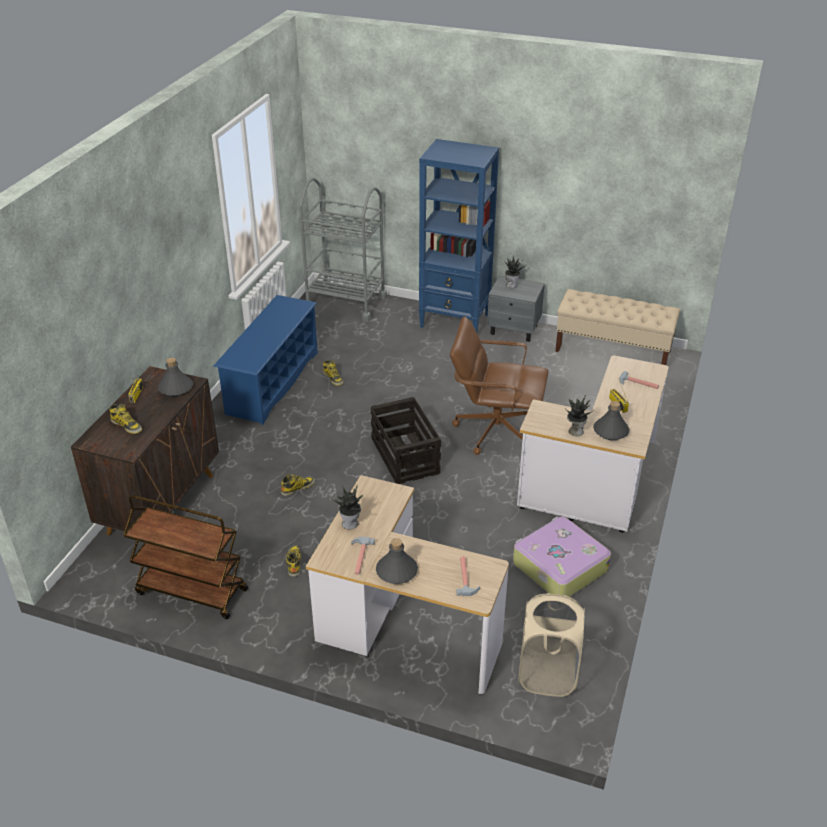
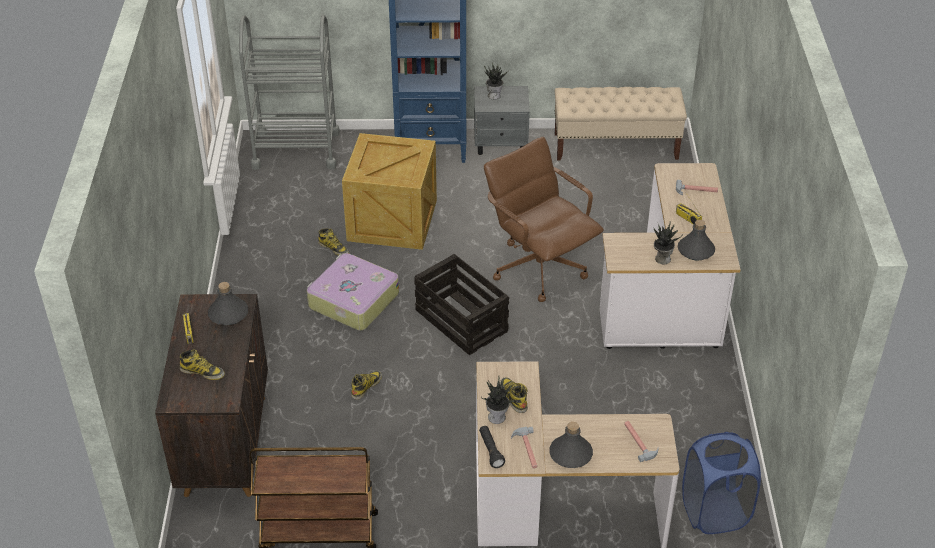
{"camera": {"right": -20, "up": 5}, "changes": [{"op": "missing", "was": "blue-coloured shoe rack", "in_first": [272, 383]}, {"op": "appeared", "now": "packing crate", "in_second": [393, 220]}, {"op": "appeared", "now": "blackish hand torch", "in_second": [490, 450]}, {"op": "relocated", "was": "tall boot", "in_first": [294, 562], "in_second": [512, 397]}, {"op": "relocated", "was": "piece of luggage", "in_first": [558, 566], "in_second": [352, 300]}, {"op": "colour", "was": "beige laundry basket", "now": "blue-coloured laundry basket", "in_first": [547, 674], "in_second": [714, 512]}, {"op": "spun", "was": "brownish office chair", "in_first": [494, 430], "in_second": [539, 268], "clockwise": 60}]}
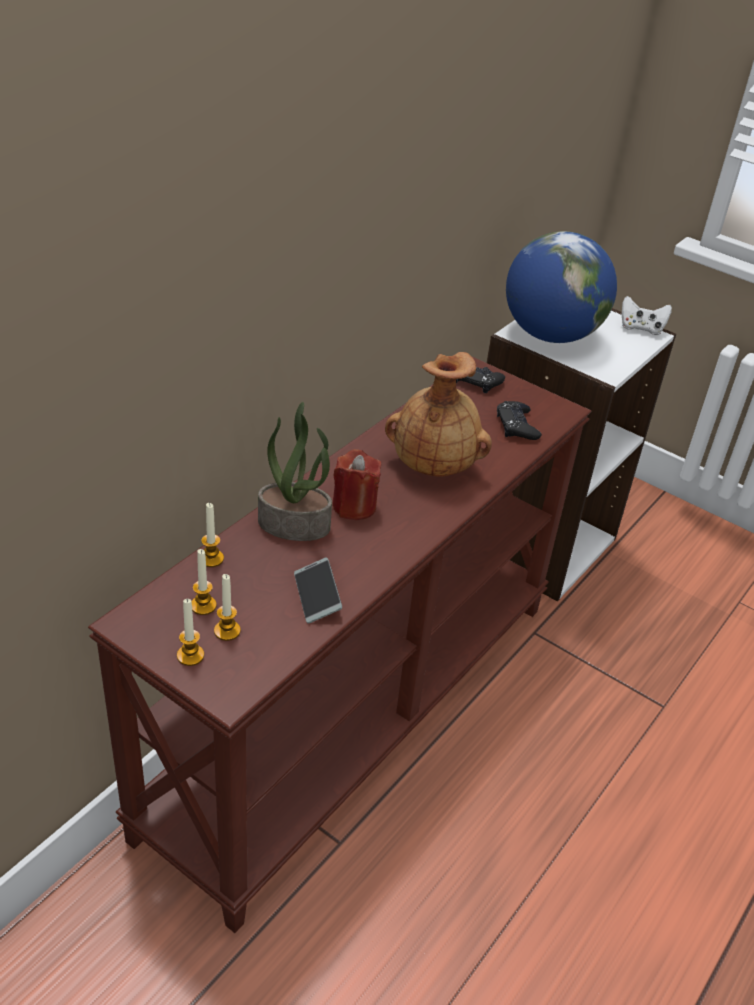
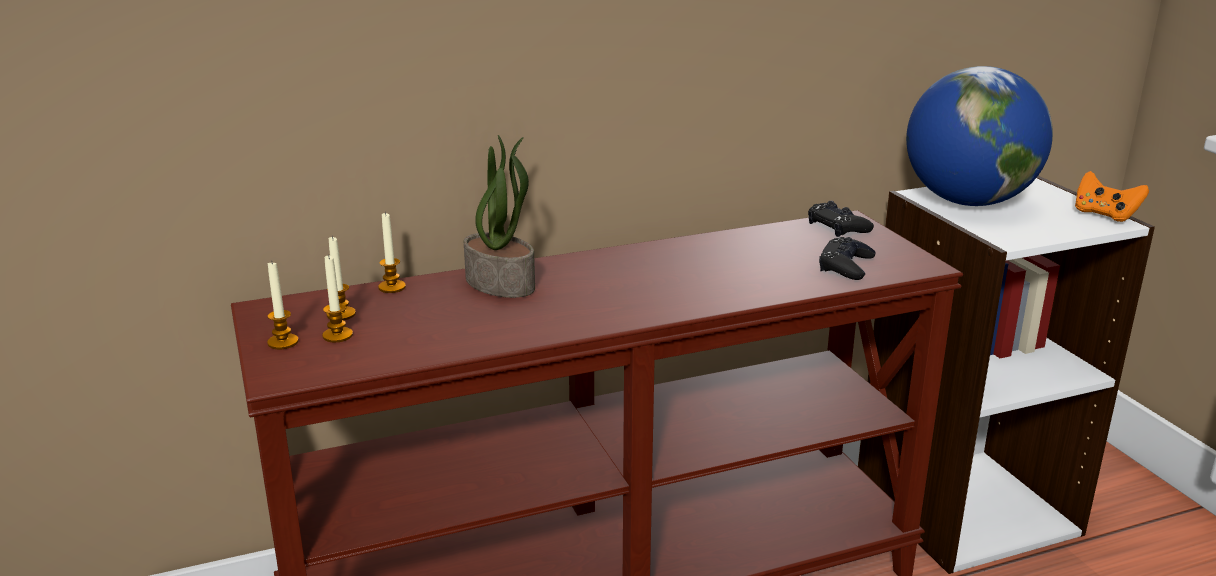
{"camera": {"right": 35, "up": -15}, "changes": [{"op": "missing", "was": "telephone", "in_first": [317, 596]}, {"op": "missing", "was": "reddish wax candle", "in_first": [354, 506]}, {"op": "missing", "was": "brownish decorative vase", "in_first": [434, 465]}, {"op": "colour", "was": "white gamepad", "now": "orange-coloured gamepad", "in_first": [641, 328], "in_second": [1104, 214]}]}
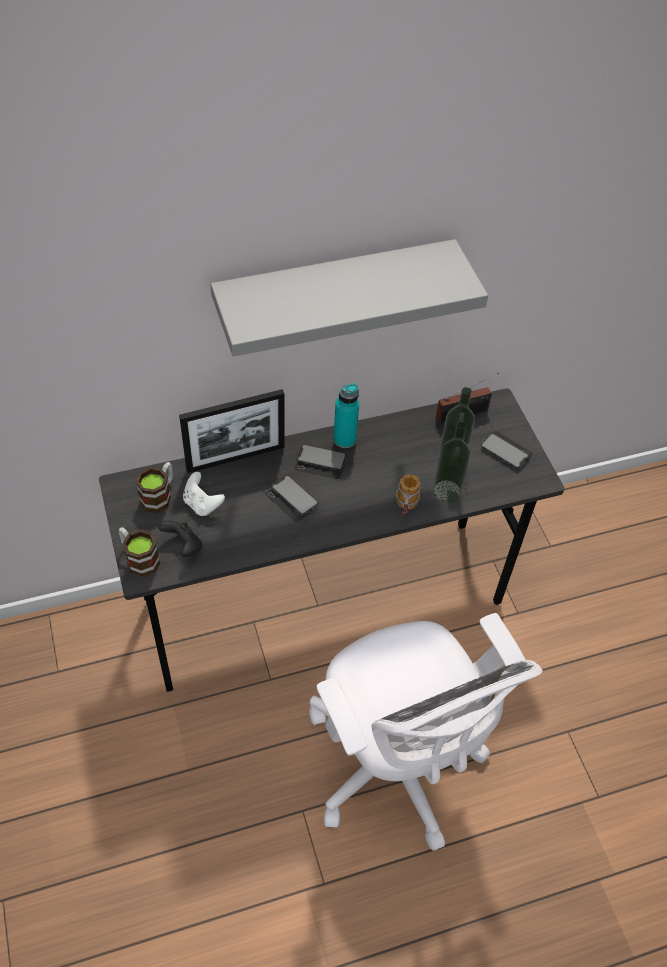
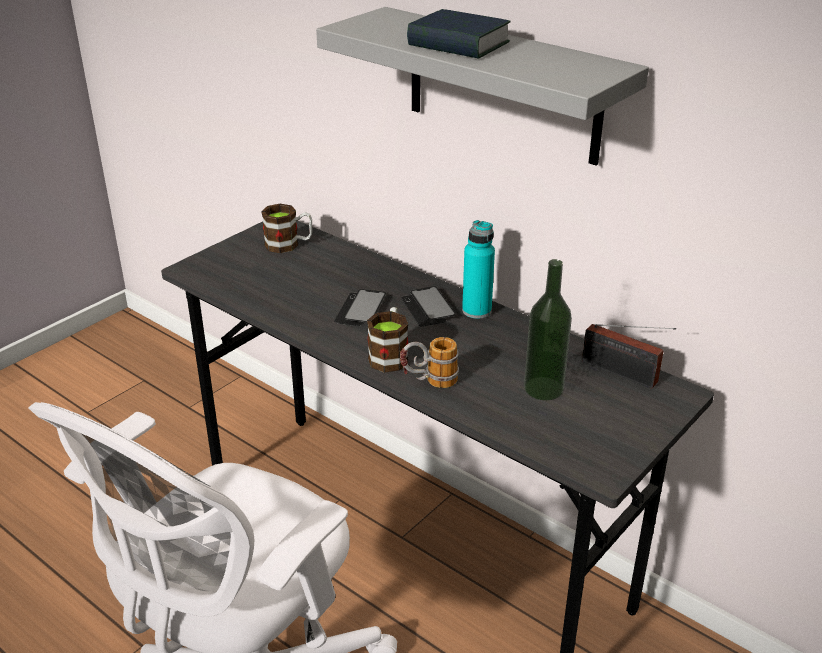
{"camera": {"right": 60, "up": -20}, "changes": [{"op": "missing", "was": "blackish gamepad", "in_first": [184, 546]}, {"op": "missing", "was": "picture frame", "in_first": [235, 458]}, {"op": "missing", "was": "white gamepad", "in_first": [202, 504]}, {"op": "missing", "was": "beverage bottle", "in_first": [447, 491]}, {"op": "missing", "was": "telephone", "in_first": [506, 450]}, {"op": "appeared", "now": "bound book", "in_second": [458, 44]}, {"op": "relocated", "was": "mug", "in_first": [138, 558], "in_second": [389, 355]}]}
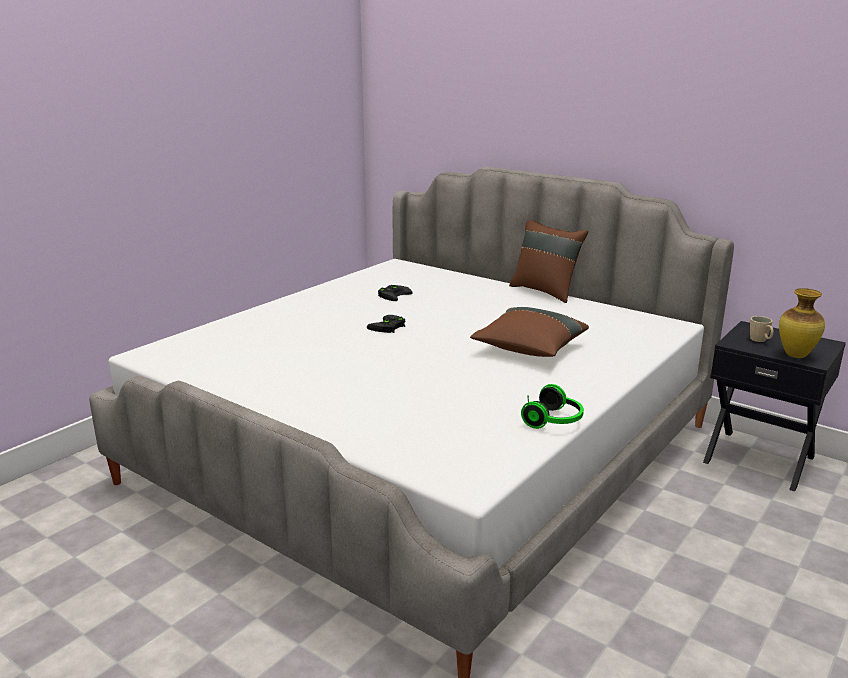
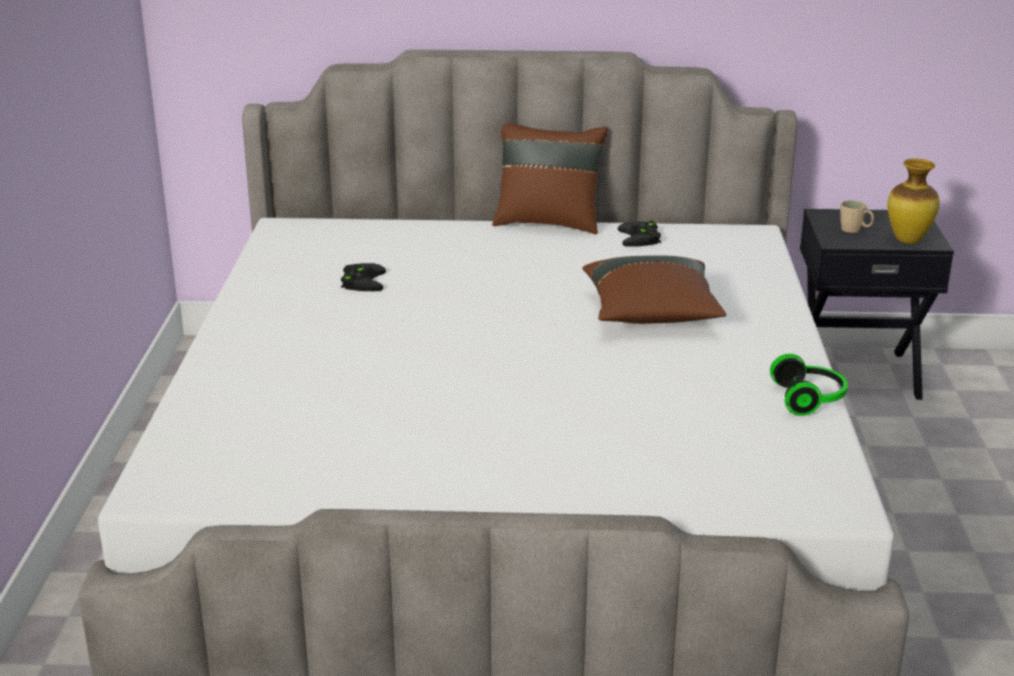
{"camera": {"right": -35, "up": 5}, "changes": [{"op": "relocated", "was": "blackish gamepad", "in_first": [388, 327], "in_second": [641, 238]}]}
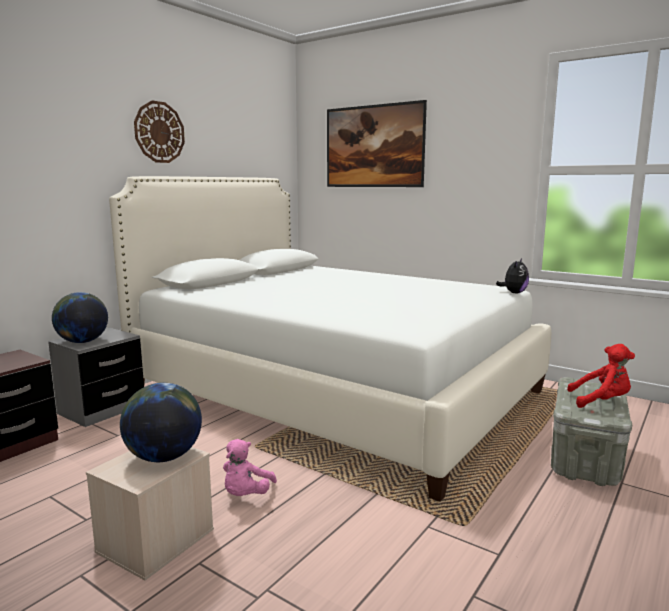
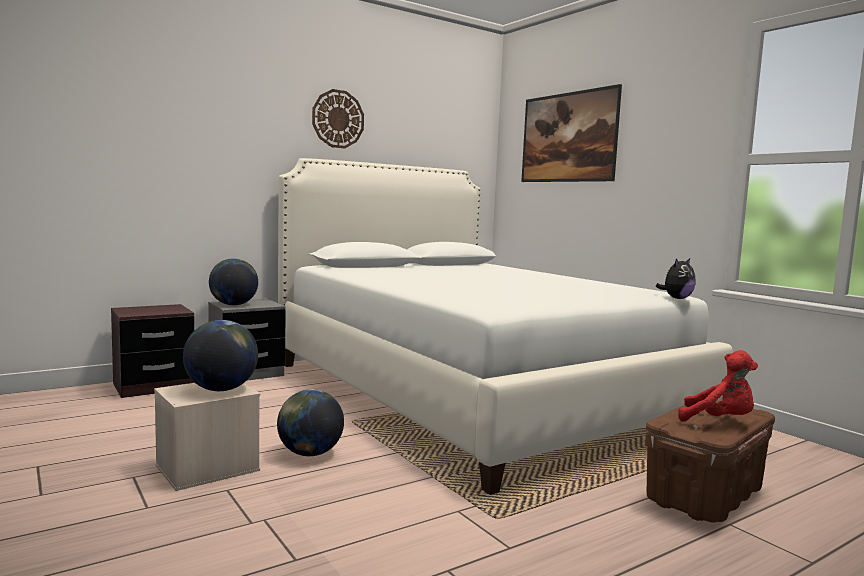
{"camera": {"right": 20, "up": -5}, "changes": [{"op": "exchanged", "was": "pinkish plush toy", "now": "world globe", "in_first": [246, 495], "in_second": [309, 453]}, {"op": "colour", "was": "gray storage container", "now": "brownish storage container", "in_first": [585, 460], "in_second": [704, 496]}]}
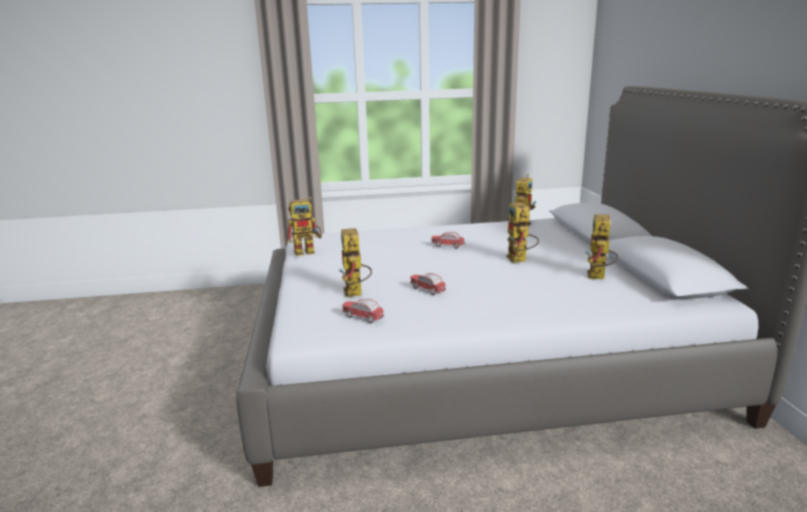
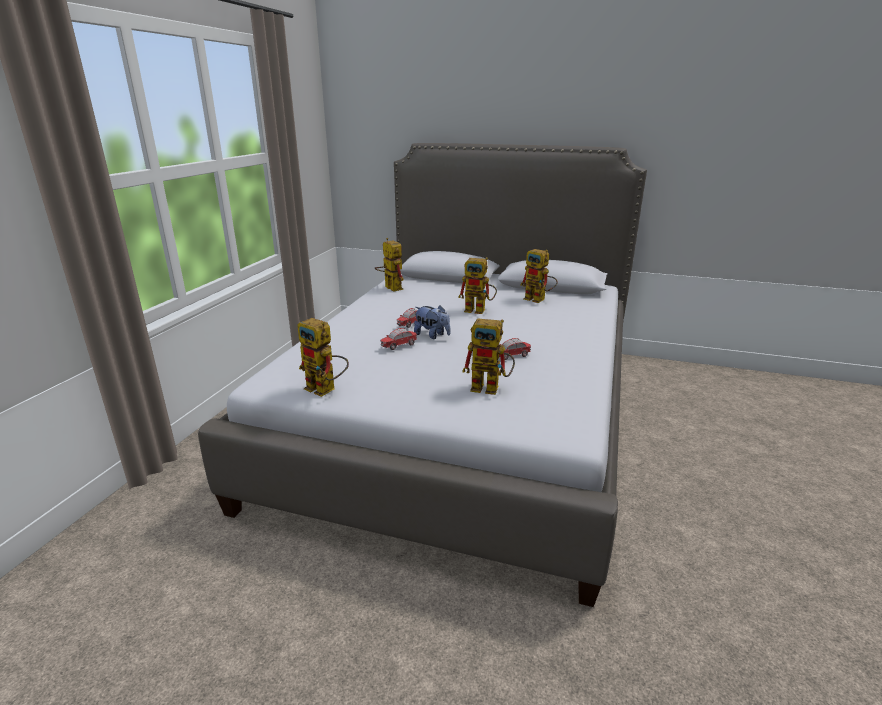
{"camera": {"right": -65, "up": 5}, "changes": [{"op": "appeared", "now": "plush toy", "in_second": [432, 335]}, {"op": "relocated", "was": "model car", "in_first": [363, 318], "in_second": [399, 346]}, {"op": "spun", "was": "toy robot", "in_first": [308, 251], "in_second": [326, 390], "clockwise": 120}]}
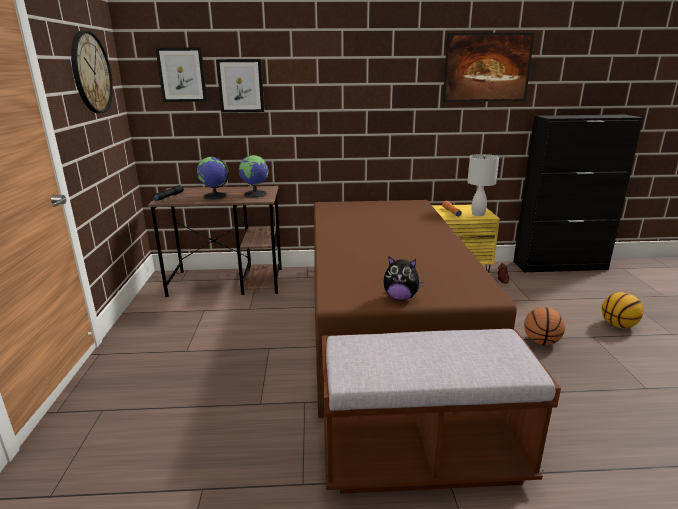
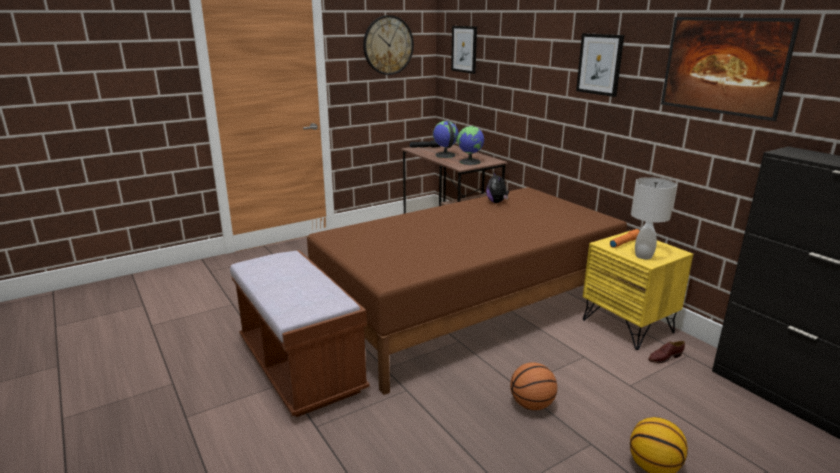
{"camera": {"right": 60, "up": 0}, "changes": [{"op": "relocated", "was": "wall picture", "in_first": [241, 86], "in_second": [599, 64]}, {"op": "relocated", "was": "plush toy", "in_first": [401, 297], "in_second": [497, 202]}]}
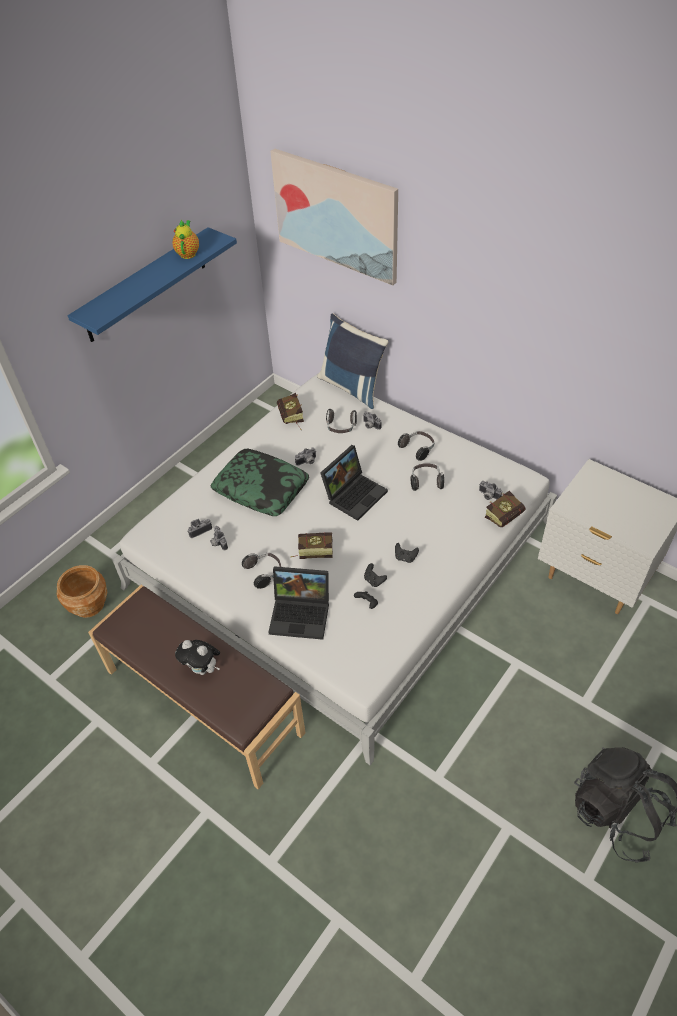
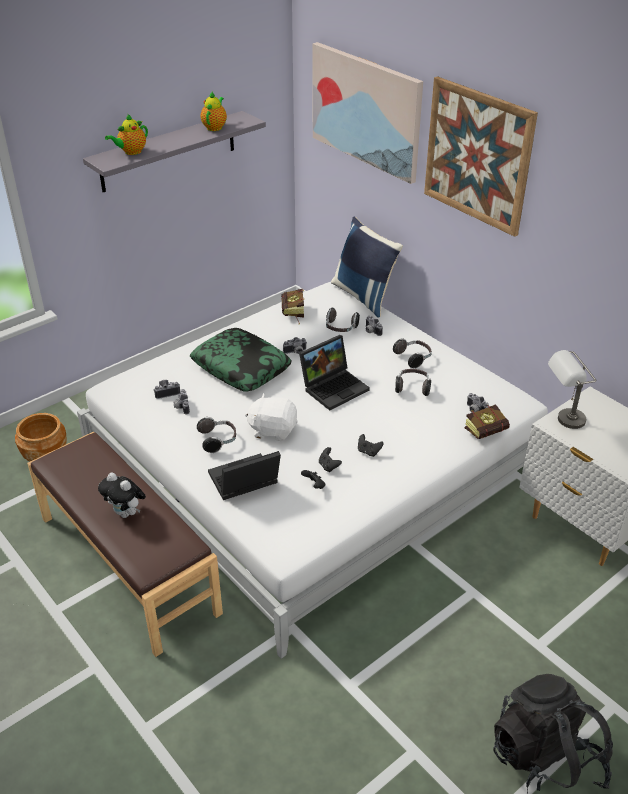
{"camera": {"right": 10, "up": -10}, "changes": [{"op": "appeared", "now": "tea pot", "in_second": [131, 152]}, {"op": "appeared", "now": "wall picture", "in_second": [477, 155]}, {"op": "appeared", "now": "gray lamp for a table", "in_second": [563, 422]}, {"op": "exchanged", "was": "bound book", "now": "white plush toy", "in_first": [311, 551], "in_second": [273, 429]}, {"op": "colour", "was": "blue-coloured wall shelf", "now": "gray wall shelf", "in_first": [146, 285], "in_second": [168, 151]}, {"op": "spun", "was": "notebook computer", "in_first": [302, 614], "in_second": [243, 482], "clockwise": 135}]}
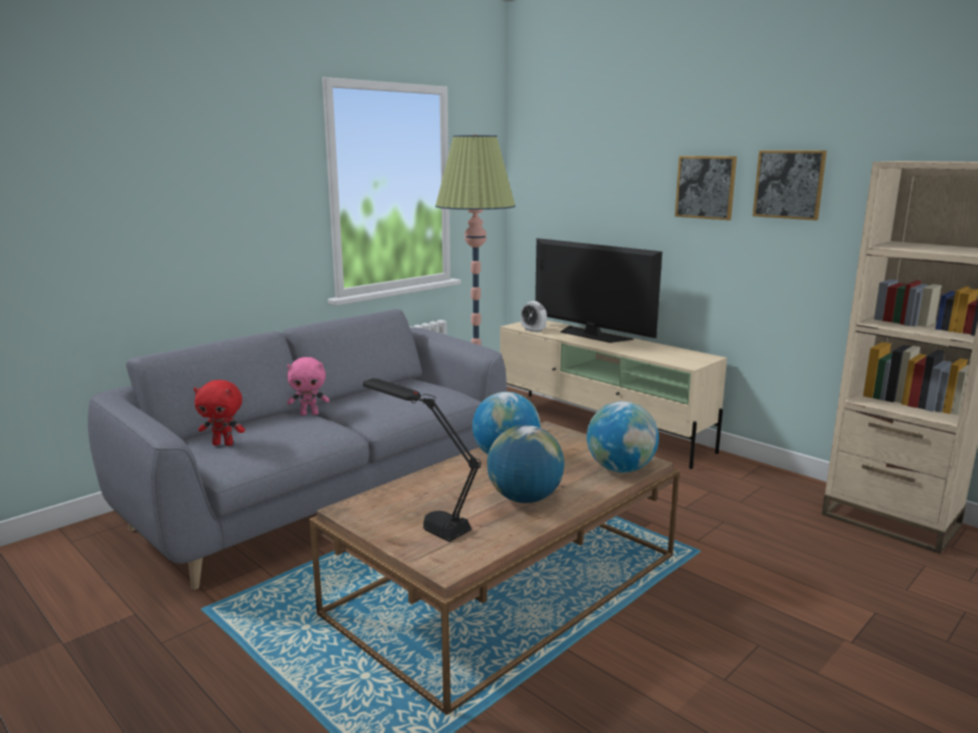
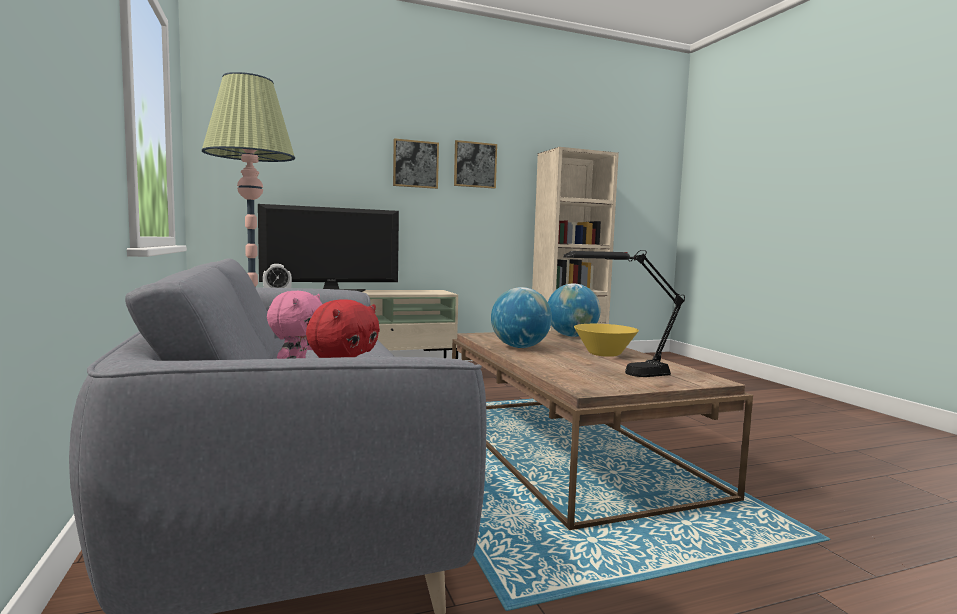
{"camera": {"right": -65, "up": -10}, "changes": [{"op": "exchanged", "was": "world globe", "now": "yellowish deep dish", "in_first": [524, 498], "in_second": [604, 354]}]}
